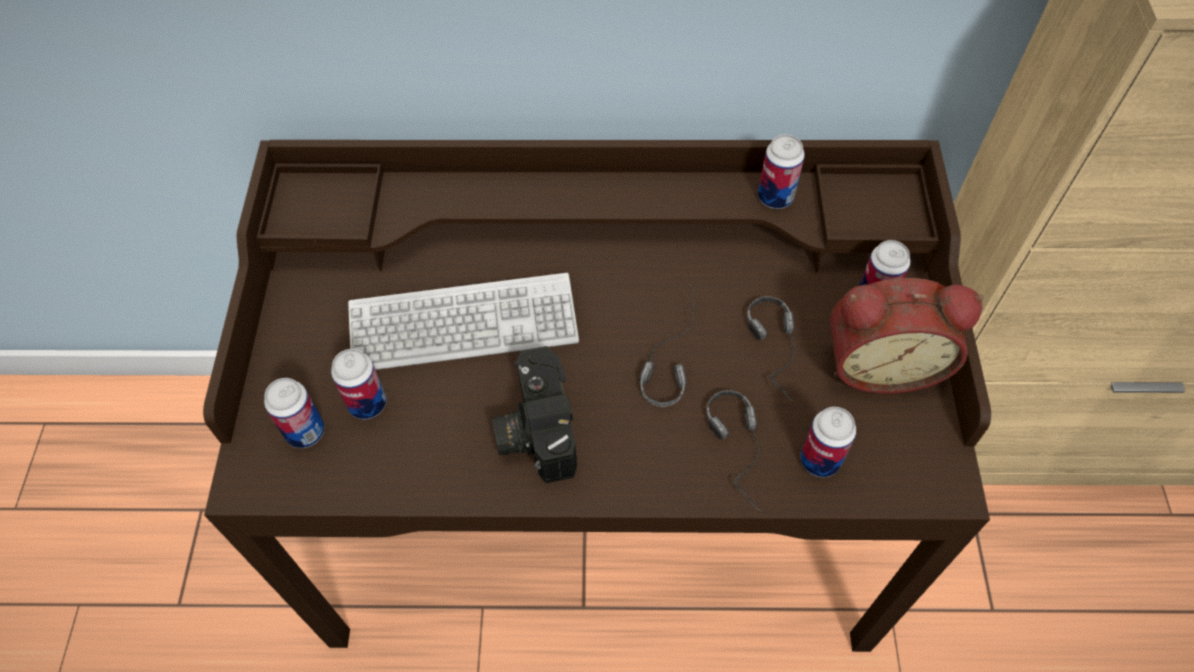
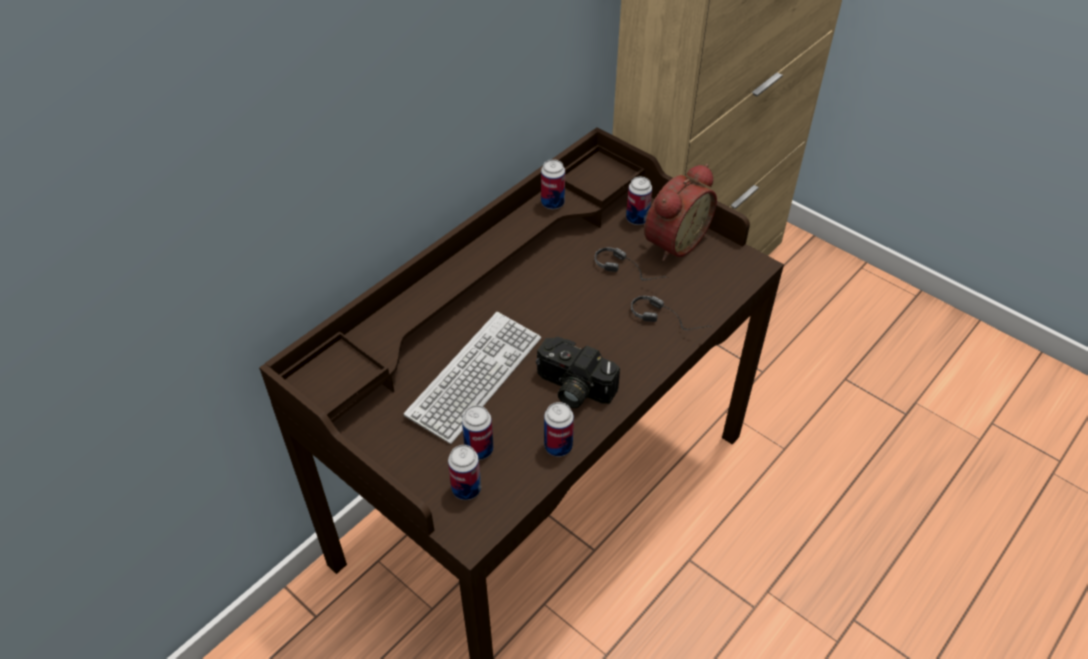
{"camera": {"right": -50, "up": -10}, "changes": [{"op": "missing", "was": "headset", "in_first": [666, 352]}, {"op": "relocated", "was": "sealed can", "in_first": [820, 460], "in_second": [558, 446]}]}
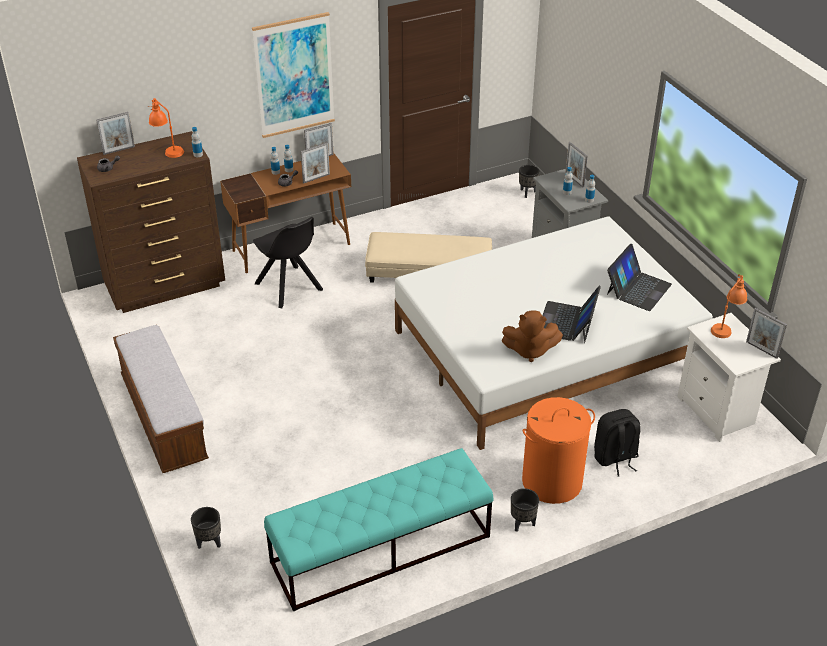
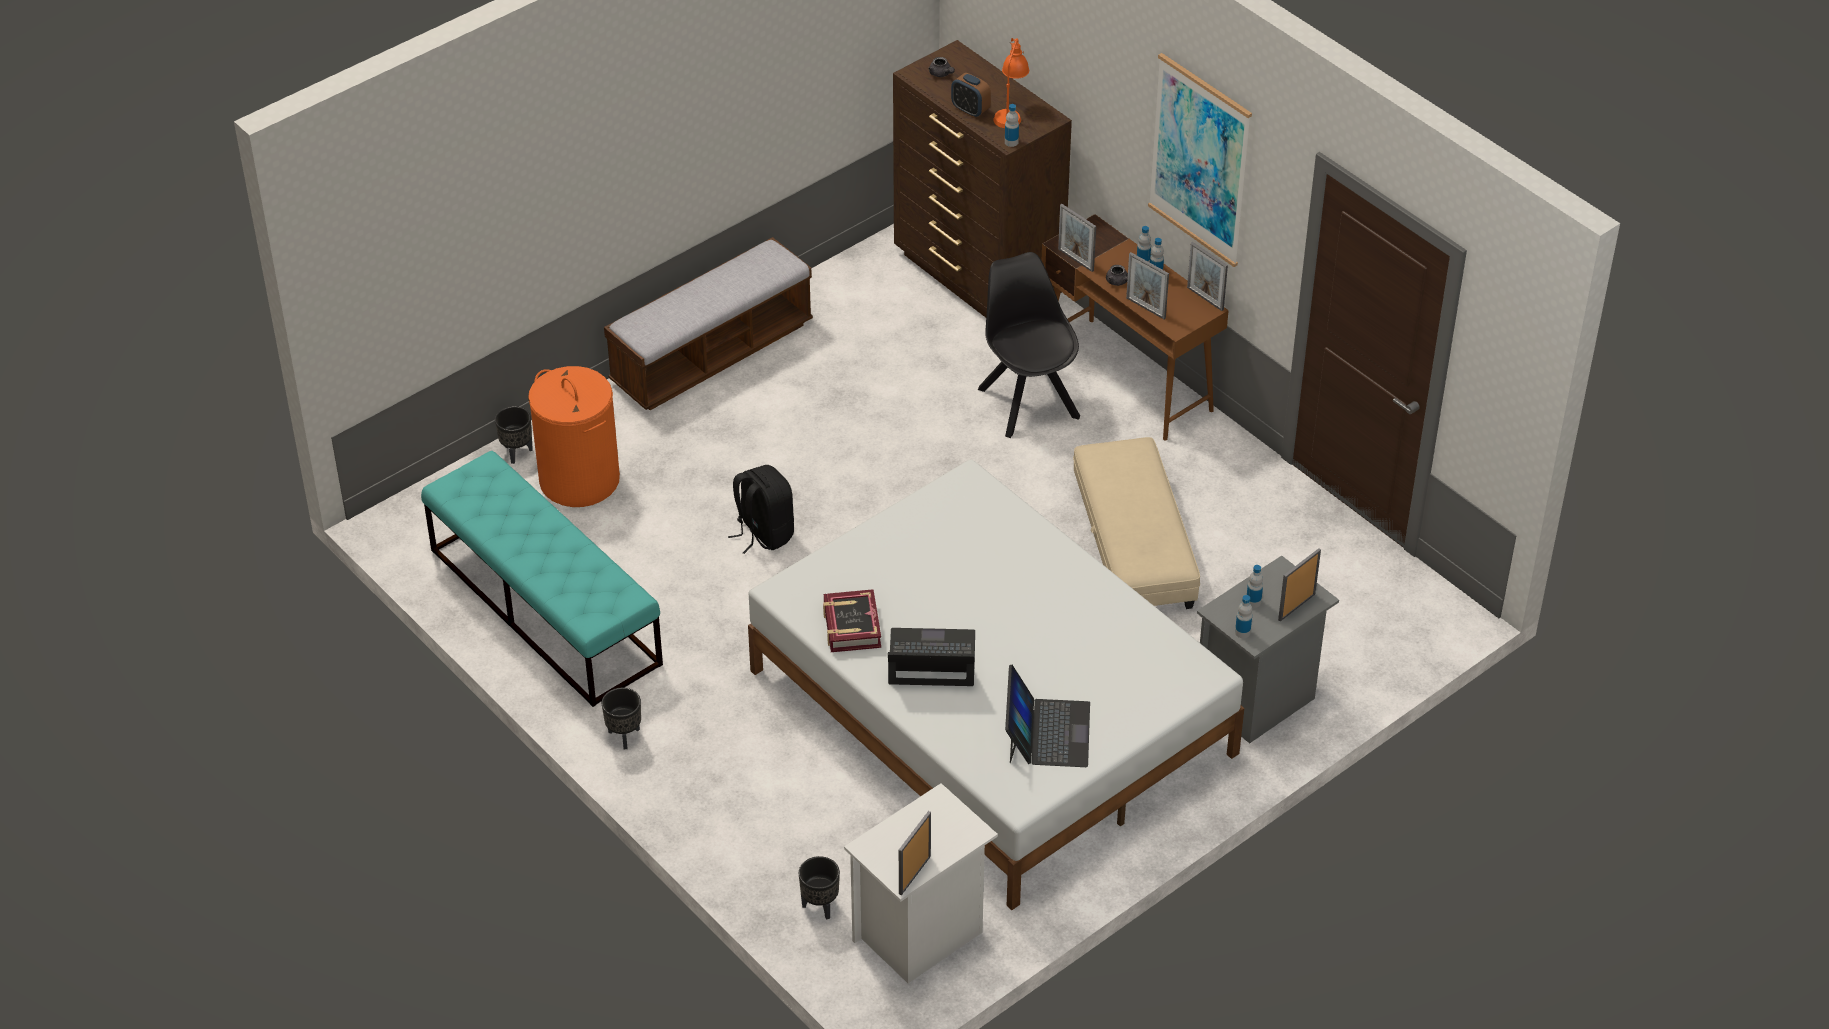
{"camera": {"right": 75, "up": 5}, "changes": [{"op": "missing", "was": "orange-coloured lamp for a table", "in_first": [725, 327]}, {"op": "appeared", "now": "bedside clock", "in_second": [970, 110]}, {"op": "relocated", "was": "picture frame", "in_first": [119, 150], "in_second": [1075, 260]}, {"op": "relocated", "was": "blackish plant pot", "in_first": [527, 193], "in_second": [819, 906]}, {"op": "relocated", "was": "orange-coloured laundry basket", "in_first": [552, 482], "in_second": [579, 480]}, {"op": "relocated", "was": "blackish rucksack", "in_first": [615, 458], "in_second": [763, 533]}, {"op": "exchanged", "was": "brownish plush toy", "now": "bound book", "in_first": [530, 350], "in_second": [851, 626]}, {"op": "spun", "was": "blackish chair", "in_first": [289, 288], "in_second": [1027, 401], "clockwise": 120}, {"op": "spun", "was": "notebook computer", "in_first": [638, 289], "in_second": [1047, 732], "clockwise": -105}]}
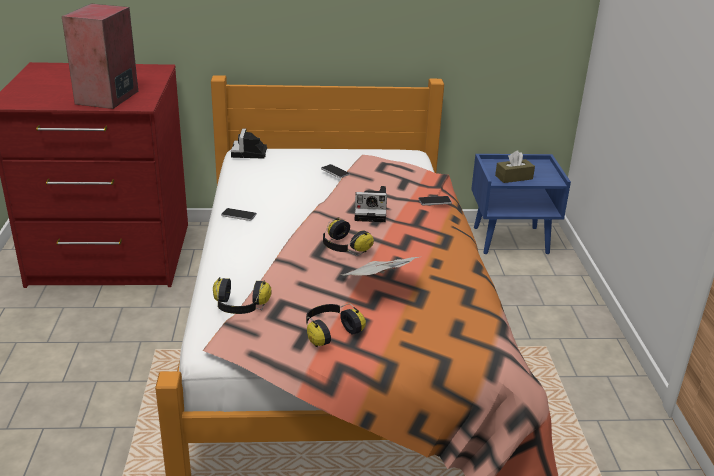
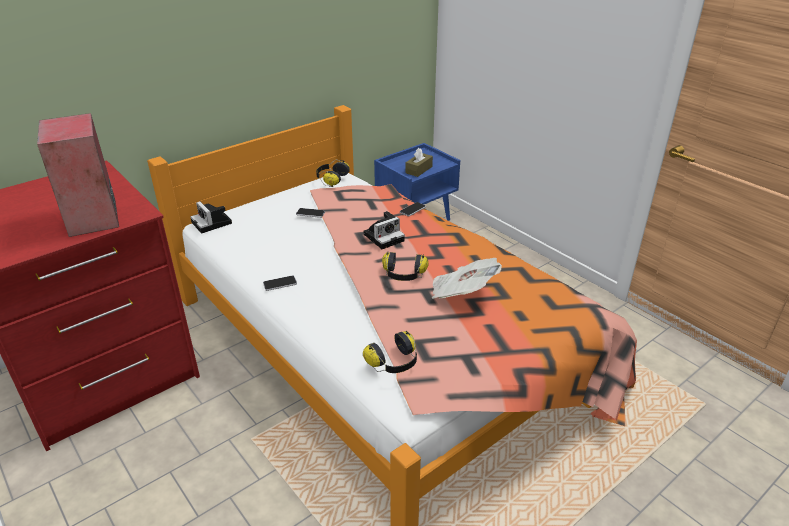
{"camera": {"right": -35, "up": 5}, "changes": [{"op": "relocated", "was": "headset", "in_first": [330, 332], "in_second": [331, 179]}]}
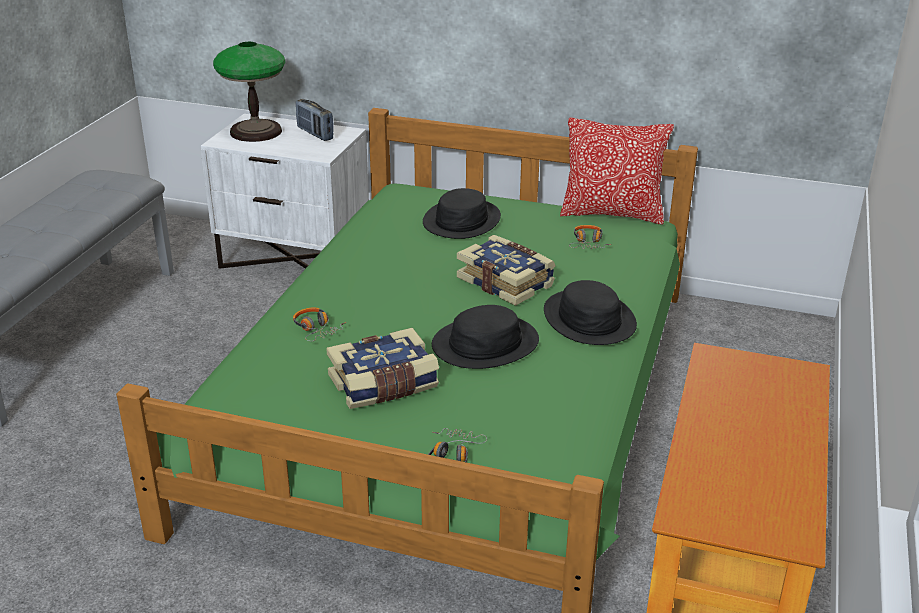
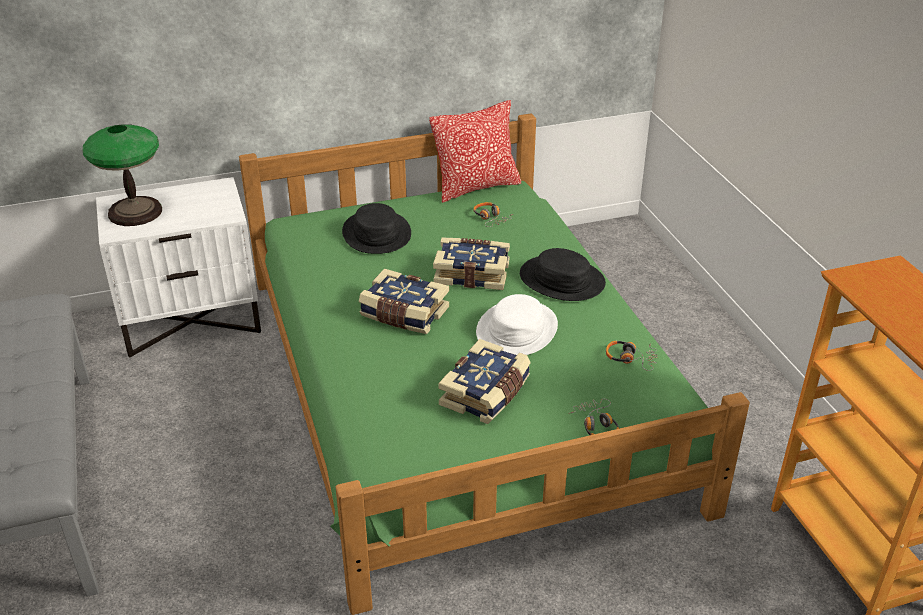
{"camera": {"right": -35, "up": 5}, "changes": [{"op": "missing", "was": "radio", "in_first": [315, 133]}, {"op": "appeared", "now": "bound book", "in_second": [404, 314]}, {"op": "relocated", "was": "headset", "in_first": [316, 329], "in_second": [631, 358]}, {"op": "colour", "was": "blackish wearable hat", "now": "white wearable hat", "in_first": [485, 344], "in_second": [516, 329]}]}
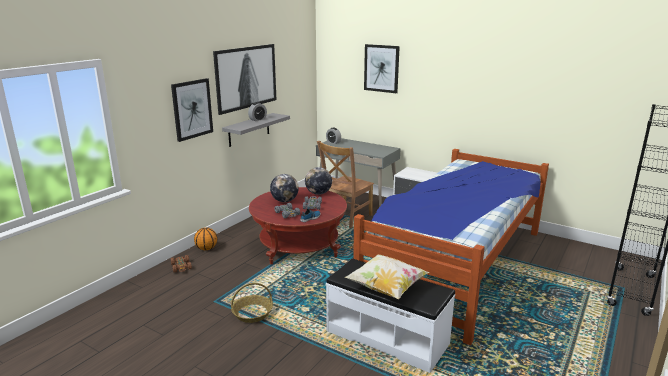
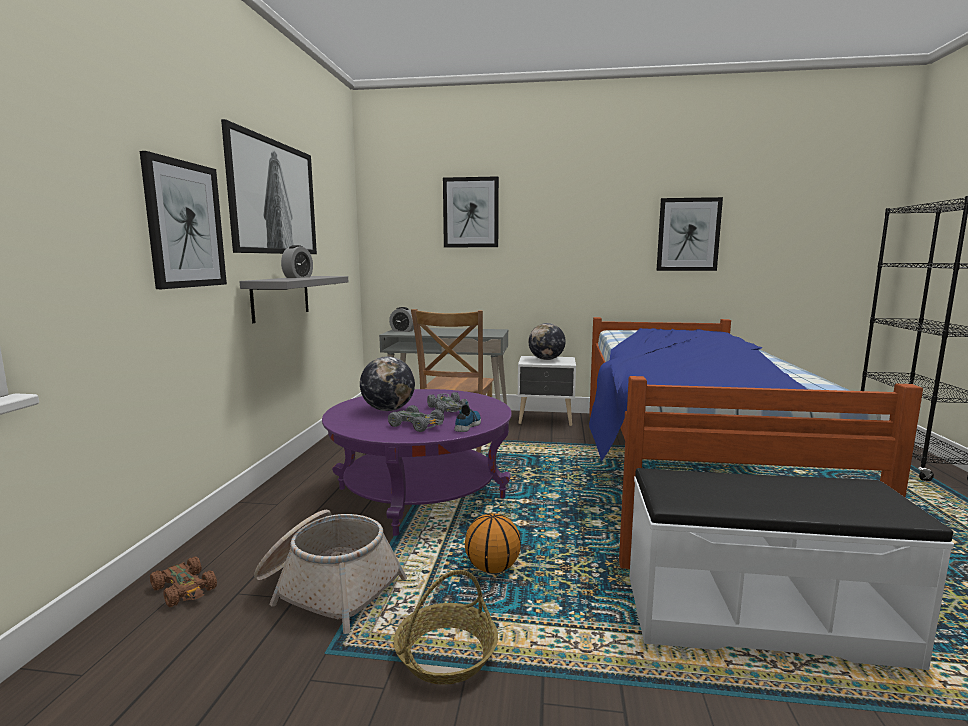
{"camera": {"right": -25, "up": -10}, "changes": [{"op": "missing", "was": "pillow", "in_first": [386, 288]}, {"op": "appeared", "now": "basket", "in_second": [327, 587]}, {"op": "appeared", "now": "wall picture", "in_second": [688, 234]}, {"op": "relocated", "was": "basketball ball", "in_first": [206, 248], "in_second": [491, 568]}, {"op": "relocated", "was": "world globe", "in_first": [318, 193], "in_second": [546, 359]}, {"op": "colour", "was": "reddish low table", "now": "purple low table", "in_first": [299, 245], "in_second": [420, 493]}]}
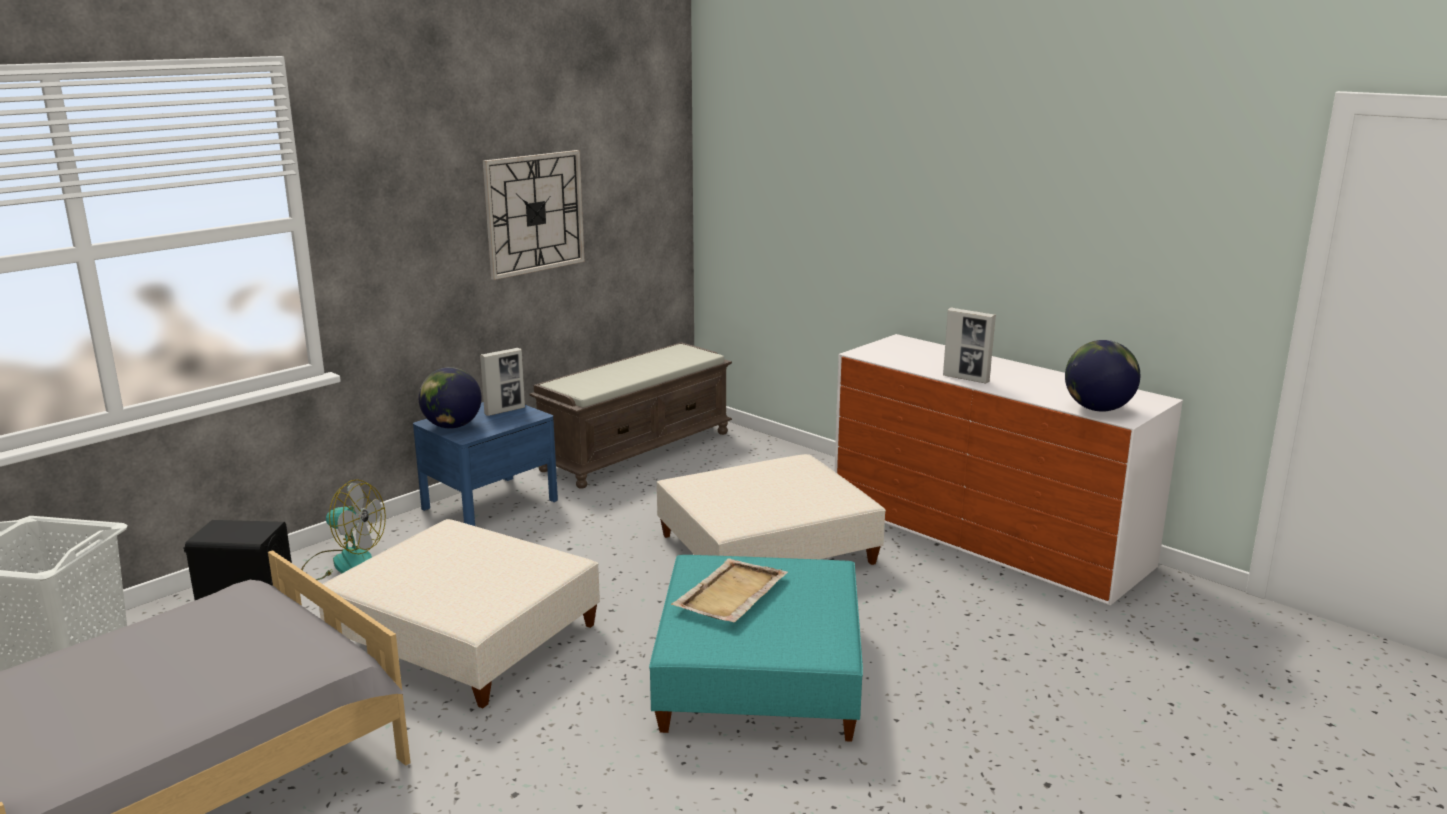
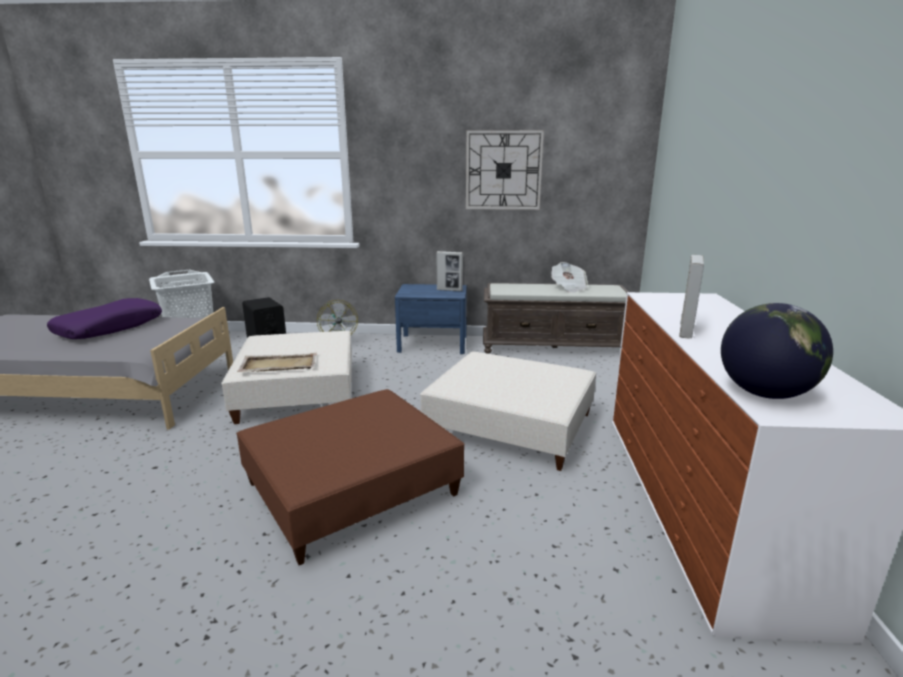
{"camera": {"right": 50, "up": 0}, "changes": [{"op": "missing", "was": "world globe", "in_first": [452, 426]}, {"op": "appeared", "now": "purple pillow", "in_second": [110, 328]}, {"op": "appeared", "now": "printed paper", "in_second": [568, 288]}, {"op": "relocated", "was": "beige carrying tray", "in_first": [730, 594], "in_second": [278, 365]}, {"op": "colour", "was": "turquoise-coloured pouffe", "now": "brownish pouffe", "in_first": [760, 674], "in_second": [352, 488]}, {"op": "spun", "was": "picture frame", "in_first": [966, 378], "in_second": [685, 331], "clockwise": -150}]}
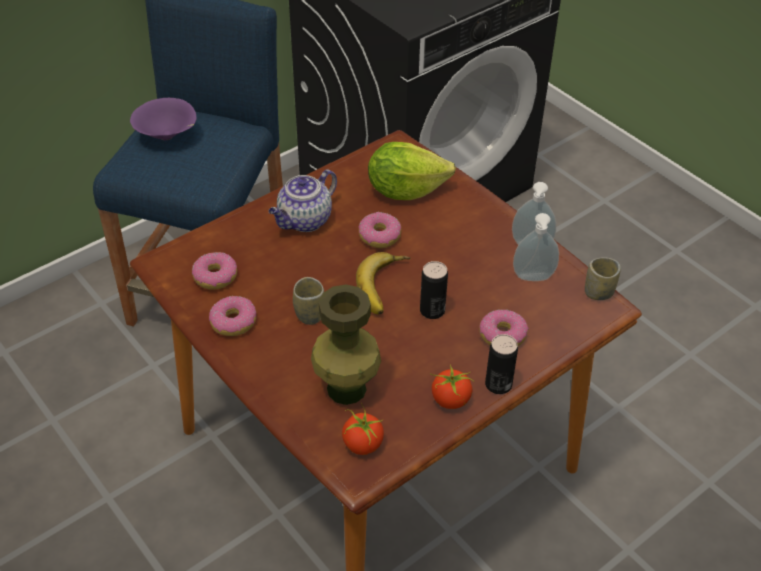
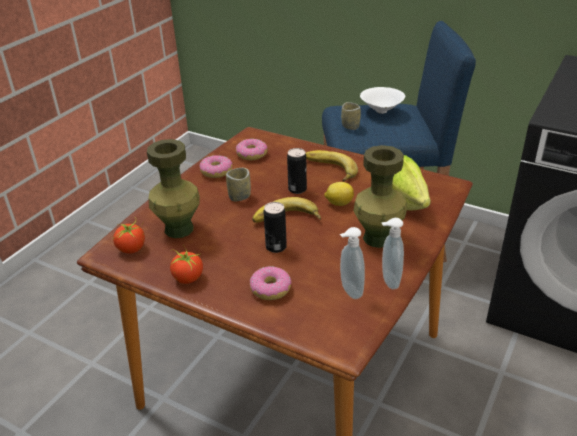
{"camera": {"right": 70, "up": -10}, "changes": [{"op": "appeared", "now": "green-coloured decorative vase", "in_second": [377, 238]}, {"op": "relocated", "was": "sealed can", "in_first": [498, 384], "in_second": [297, 189]}, {"op": "relocated", "was": "small cup", "in_first": [598, 292], "in_second": [350, 126]}, {"op": "exchanged", "was": "tea pot", "now": "banana", "in_first": [304, 221], "in_second": [328, 170]}, {"op": "exchanged", "was": "doughnut", "now": "whole lemon", "in_first": [379, 236], "in_second": [338, 203]}, {"op": "colour", "was": "purple deep dish", "now": "white deep dish", "in_first": [167, 136], "in_second": [381, 112]}]}
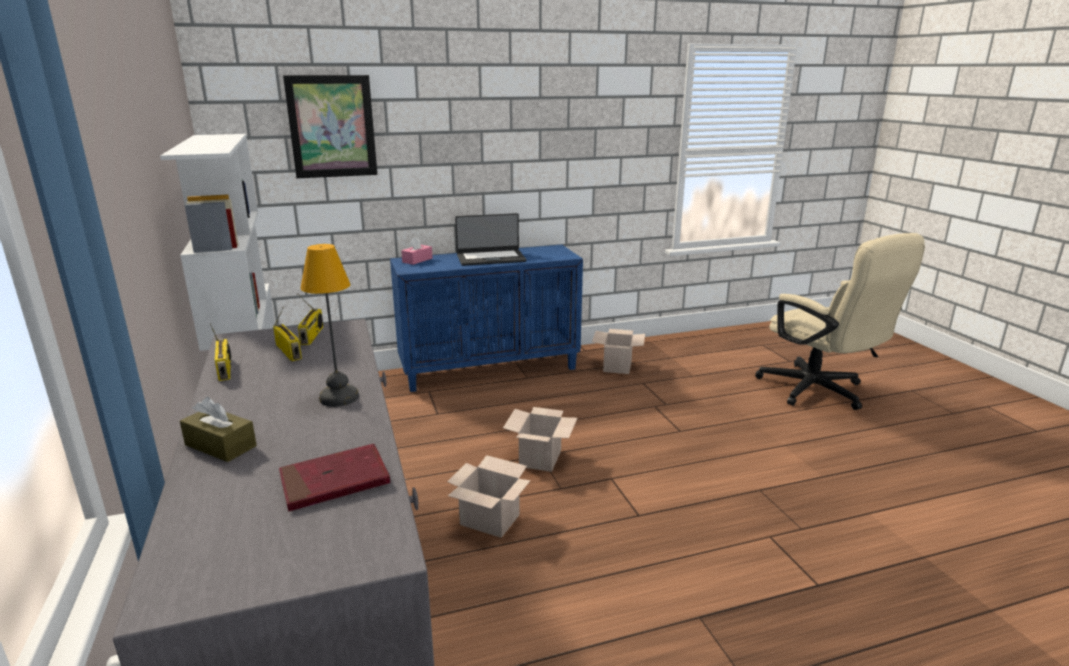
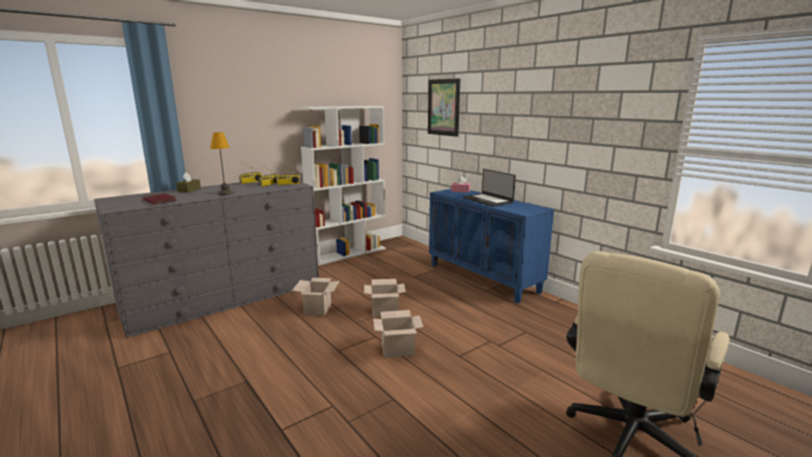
{"camera": {"right": 70, "up": -5}, "changes": [{"op": "relocated", "was": "cardboard box", "in_first": [617, 366], "in_second": [398, 349]}]}
